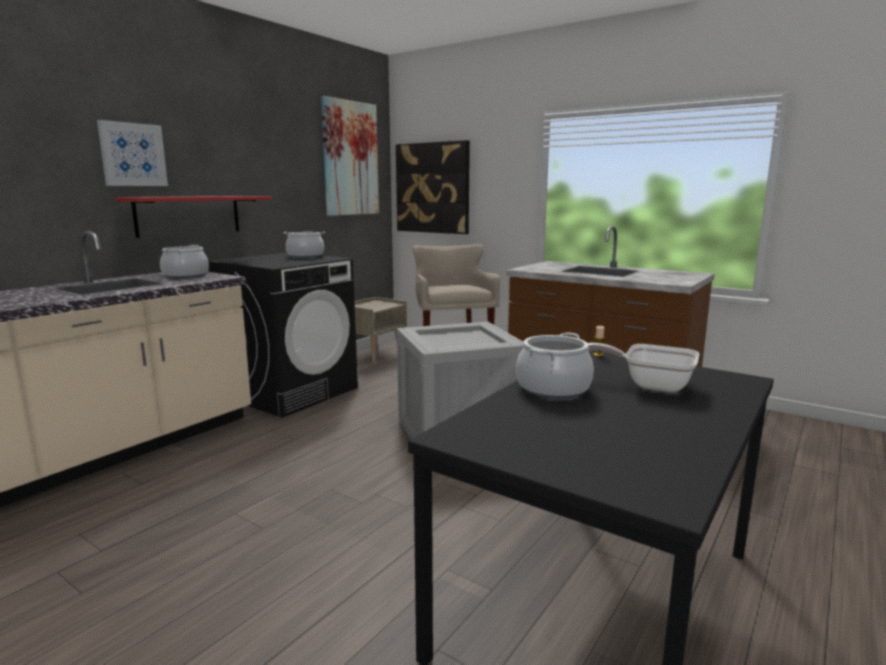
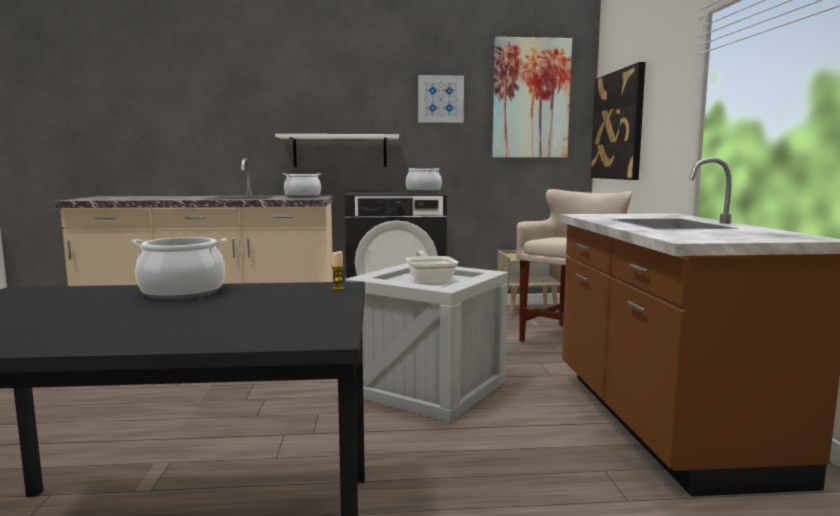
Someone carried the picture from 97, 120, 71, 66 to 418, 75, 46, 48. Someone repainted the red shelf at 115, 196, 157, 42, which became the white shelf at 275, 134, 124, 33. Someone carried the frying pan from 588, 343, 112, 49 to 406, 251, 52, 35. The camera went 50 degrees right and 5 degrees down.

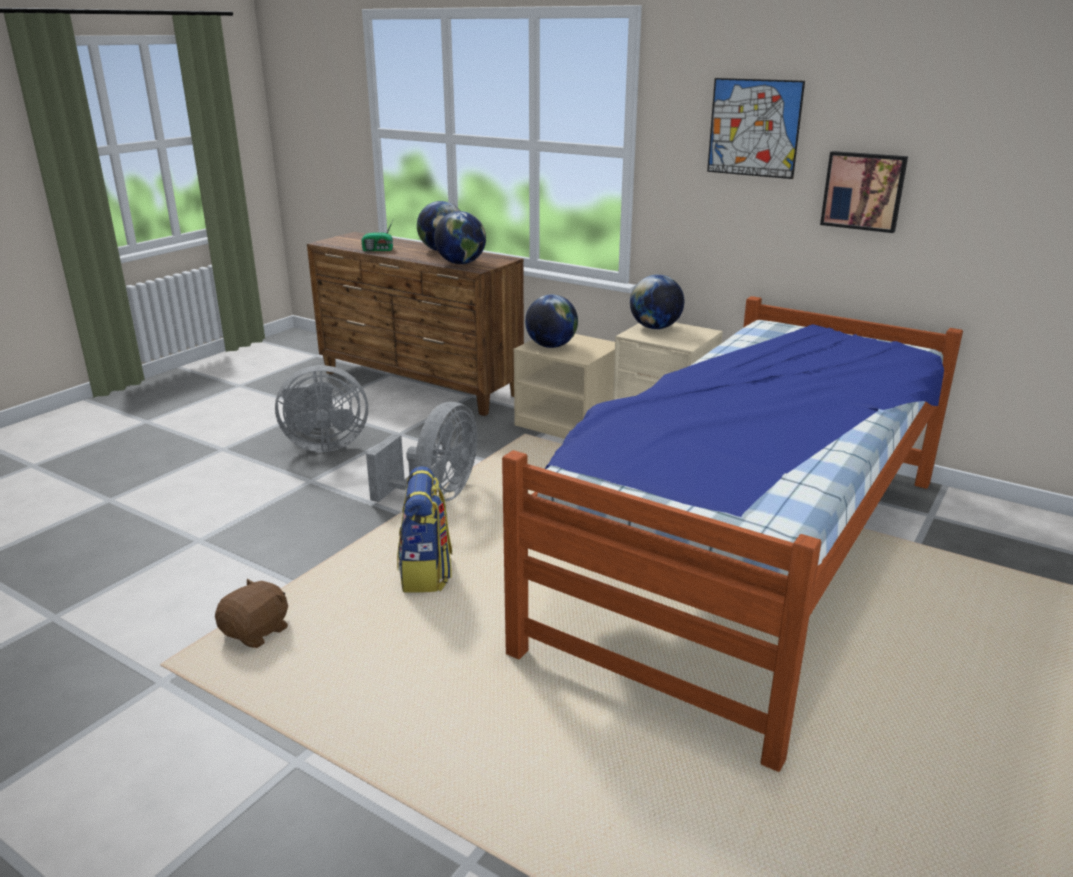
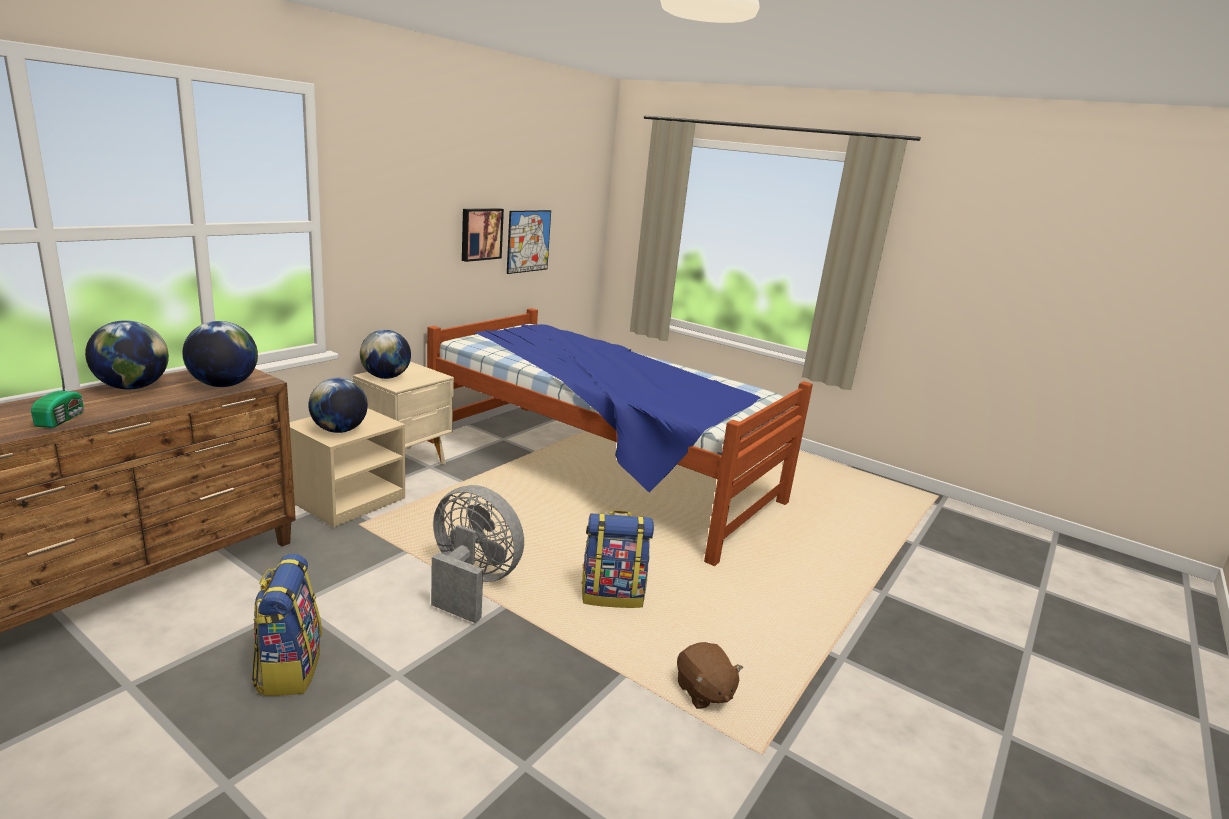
Someone carried the picture from 707, 78, 98, 101 to 507, 210, 44, 64. Someone swapped the grey fan at 275, 365, 93, 87 for the backpack at 251, 554, 71, 142. Someone rotated the brown plush toy at 215, 579, 73, 69 by 150 degrees counterclockwise. The camera went 90 degrees left and 5 degrees down.

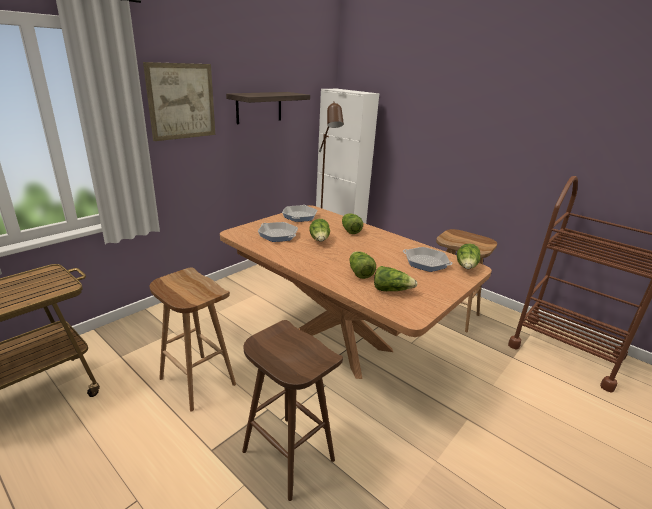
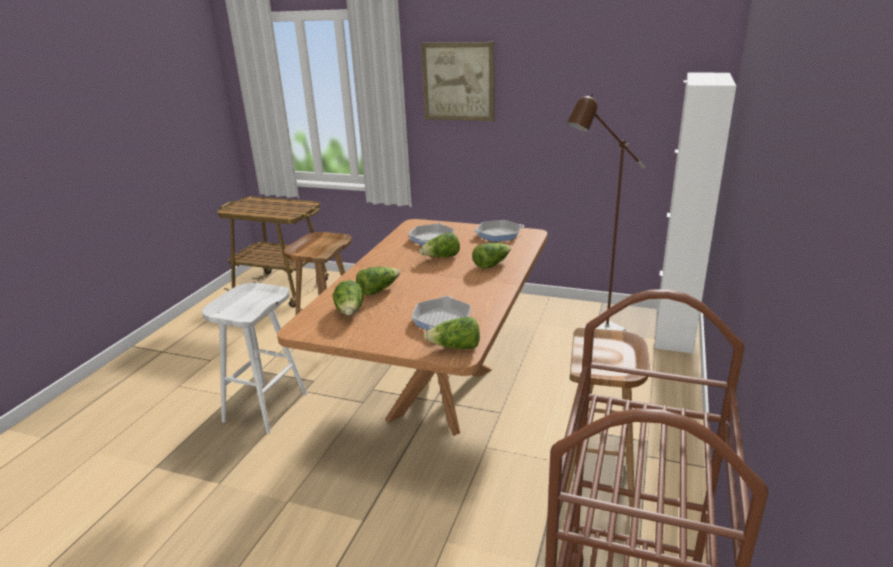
Someone took away the shelf at 226, 92, 84, 32. Someone repainted the brown stool at 242, 320, 101, 181, which became the white stool at 202, 283, 105, 151. The camera went 70 degrees right and 0 degrees up.

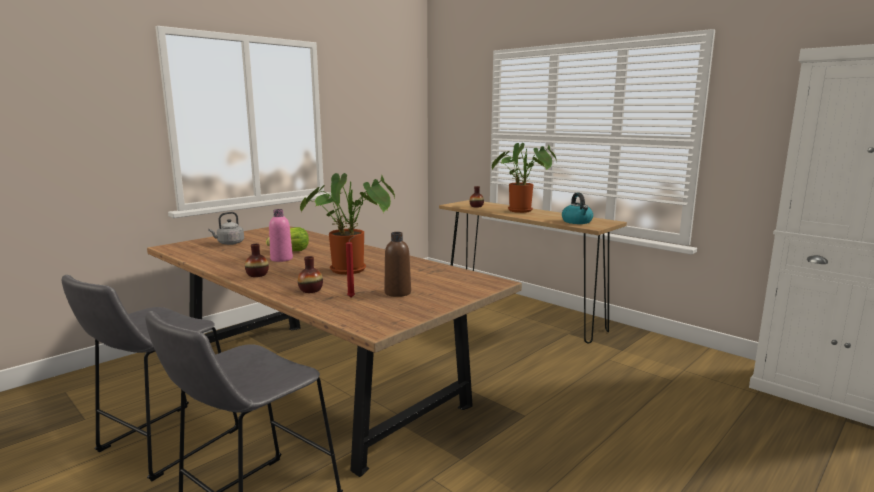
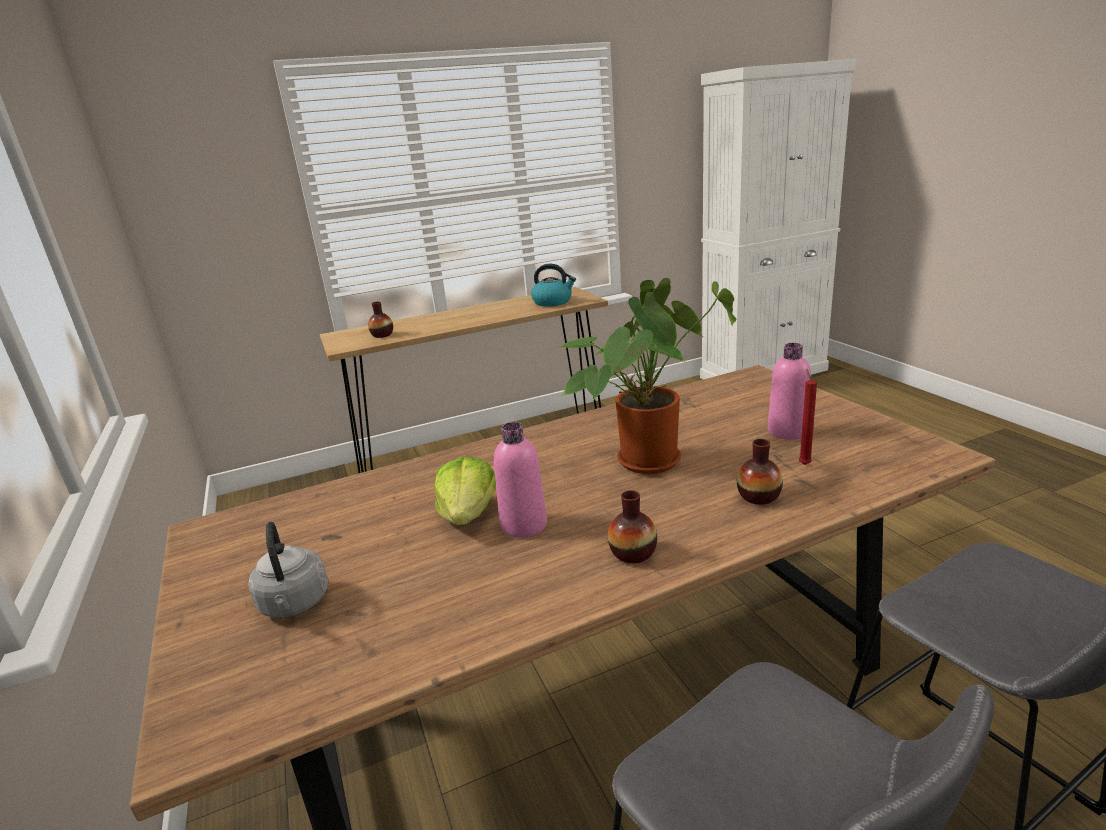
Someone took away the potted plant at 492, 143, 65, 70. Someone repainted the brown bottle at 384, 232, 27, 65, which became the pink bottle at 768, 343, 43, 97. The camera went 65 degrees left and 10 degrees up.

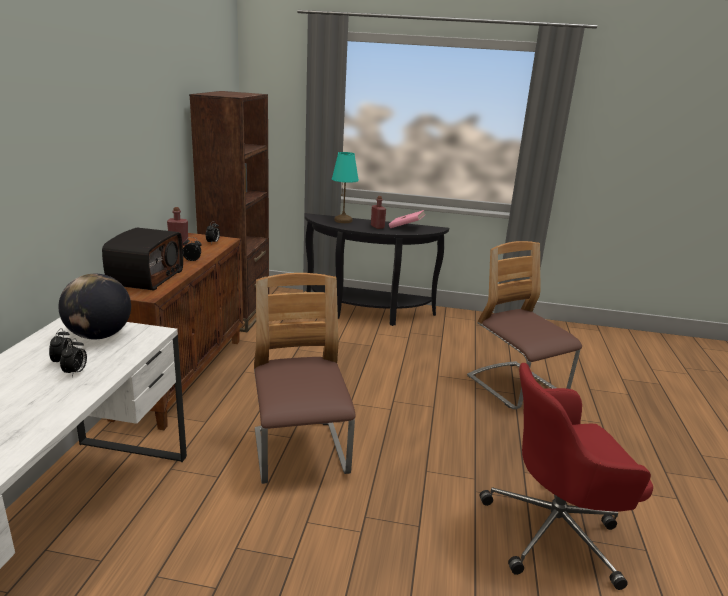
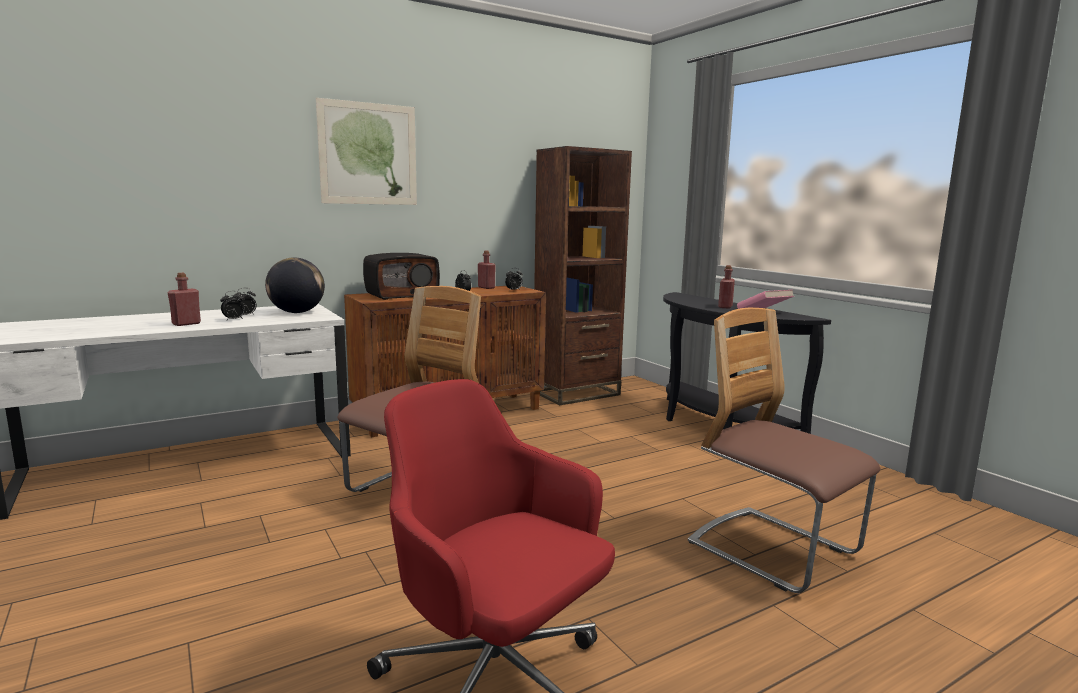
Someone took away the turquoise table lamp at 332, 152, 27, 71. Someone rotated the chair at 467, 241, 115, 168 by 60 degrees counterclockwise. Someone put up the picture at 316, 98, 101, 107. Someone put down the red bottle at 168, 273, 33, 53. The camera went 50 degrees right and 10 degrees down.

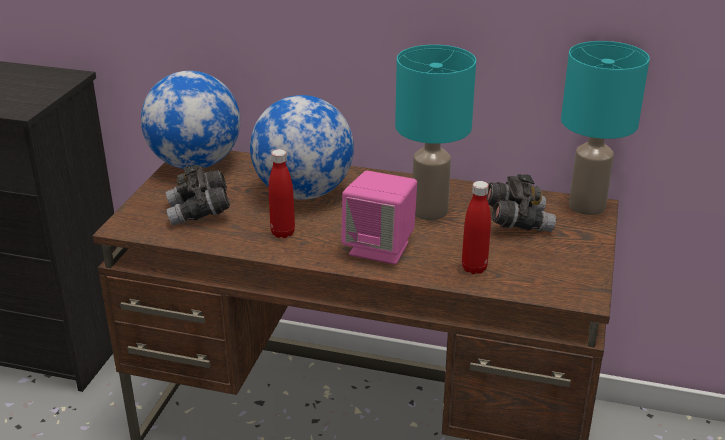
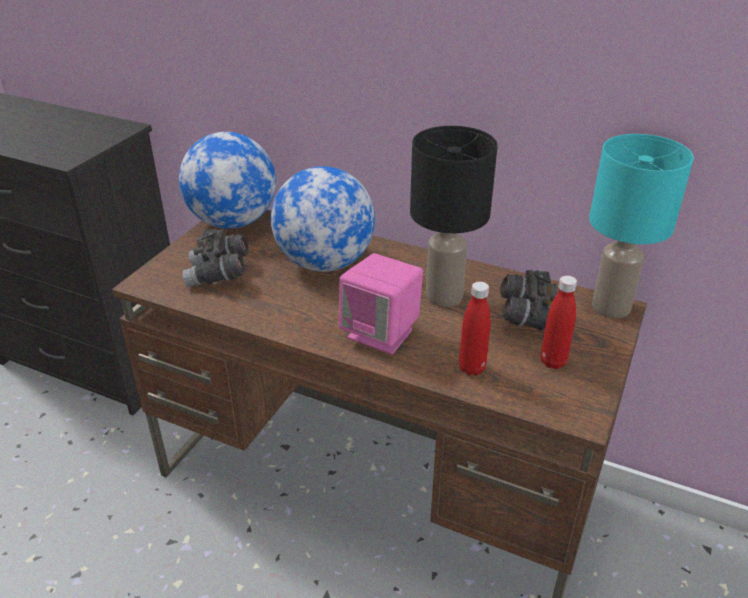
Someone repainted the turquoise table lamp at 395, 45, 81, 175, which became the black table lamp at 410, 126, 88, 181. Someone carried the red bottle from 268, 149, 27, 89 to 541, 276, 36, 93. The camera went 10 degrees right and 5 degrees up.

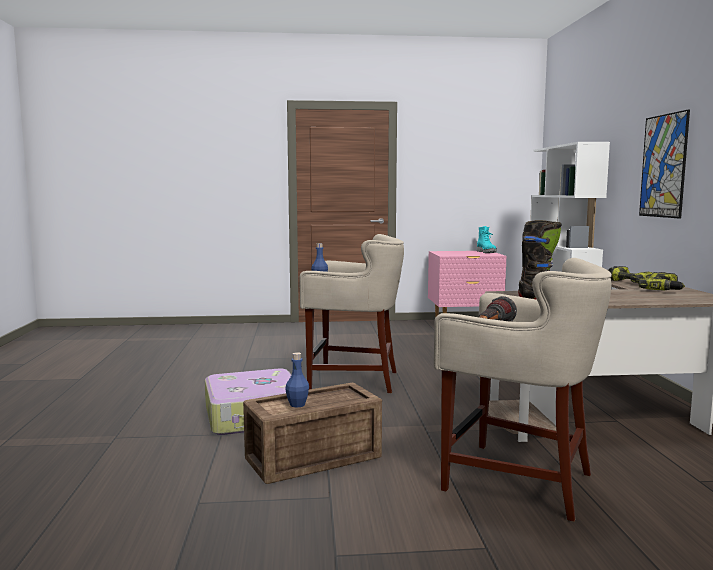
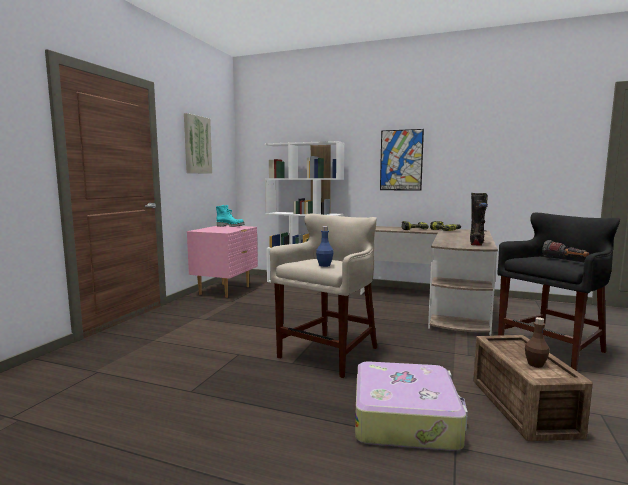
Someone repainted the beige stool at 434, 258, 178, 264, which became the black stool at 498, 213, 122, 158. Someone repainted the blue bottle at 285, 352, 24, 55, which became the brown bottle at 525, 317, 25, 51. Someone put up the picture at 184, 113, 28, 61. The camera went 65 degrees left and 0 degrees up.

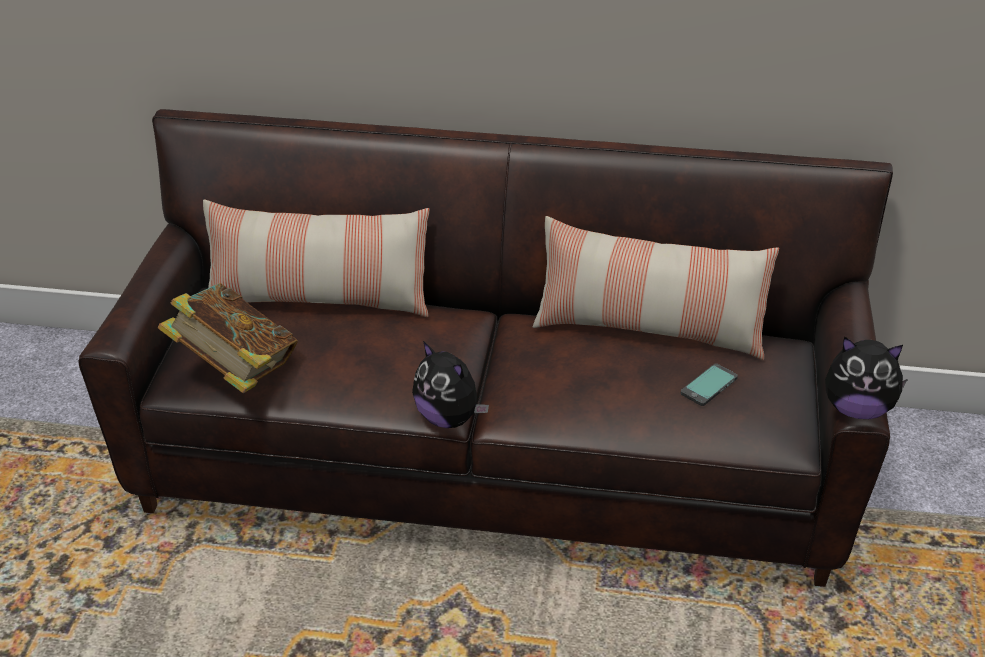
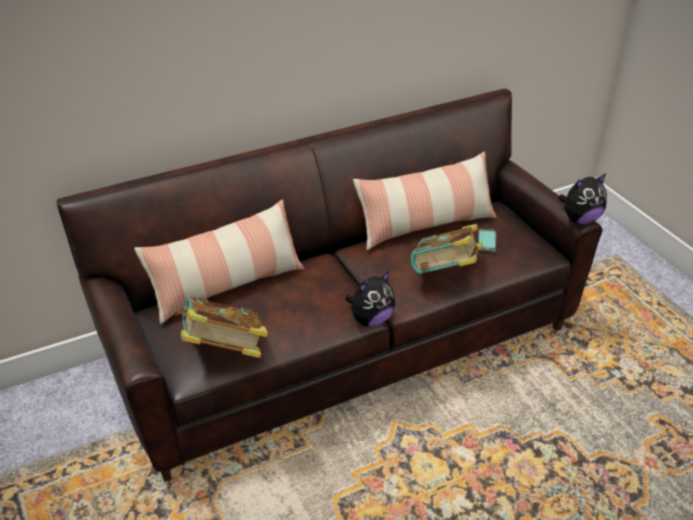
Someone rotated the plush toy at 412, 341, 77, 87 by 45 degrees counterclockwise. Someone put down the book at 411, 224, 72, 50. The camera went 35 degrees left and 0 degrees up.

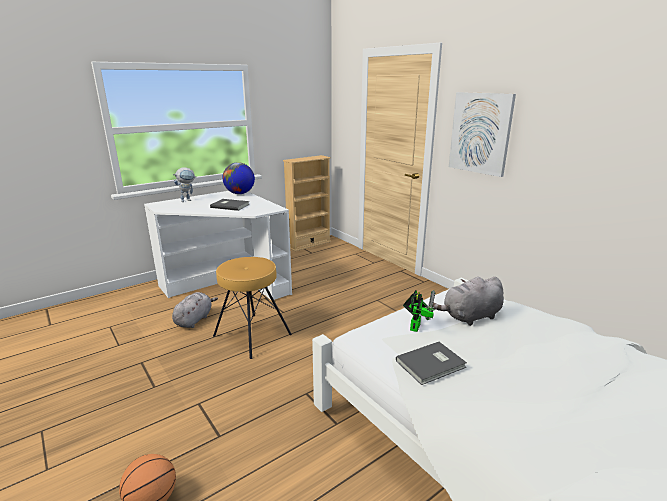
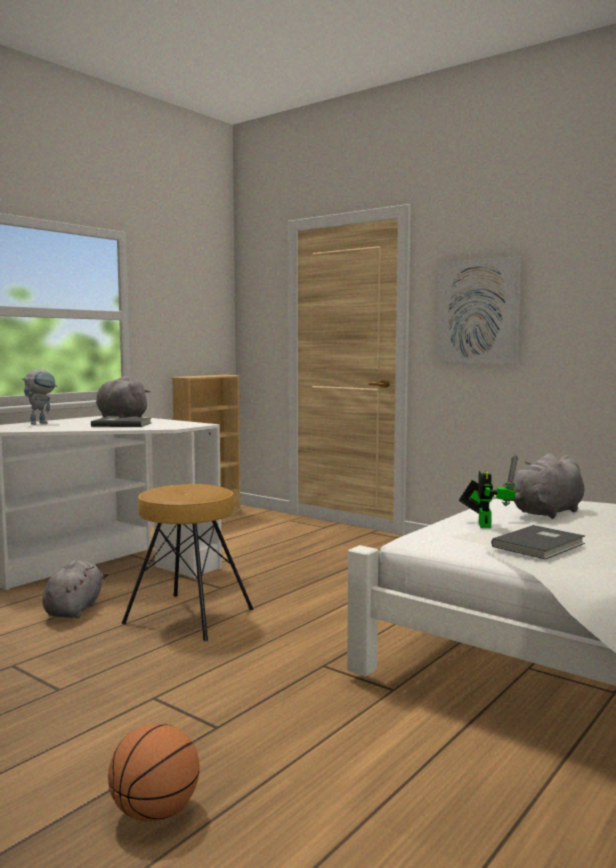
Someone swapped the globe at 222, 162, 33, 32 for the grey plush toy at 96, 376, 54, 42. The camera went 15 degrees left and 15 degrees down.

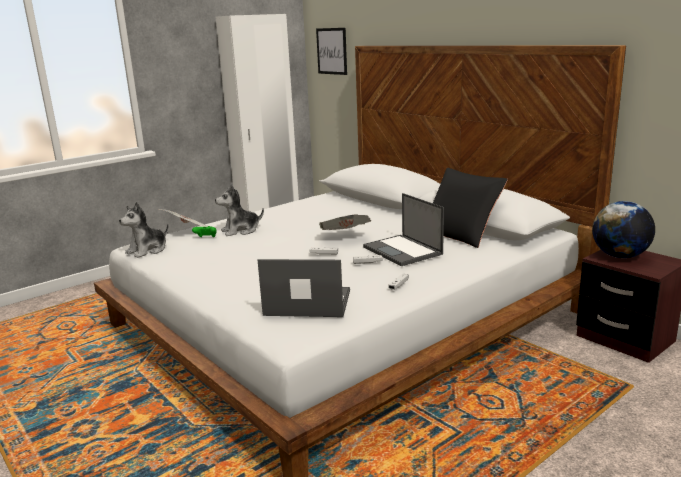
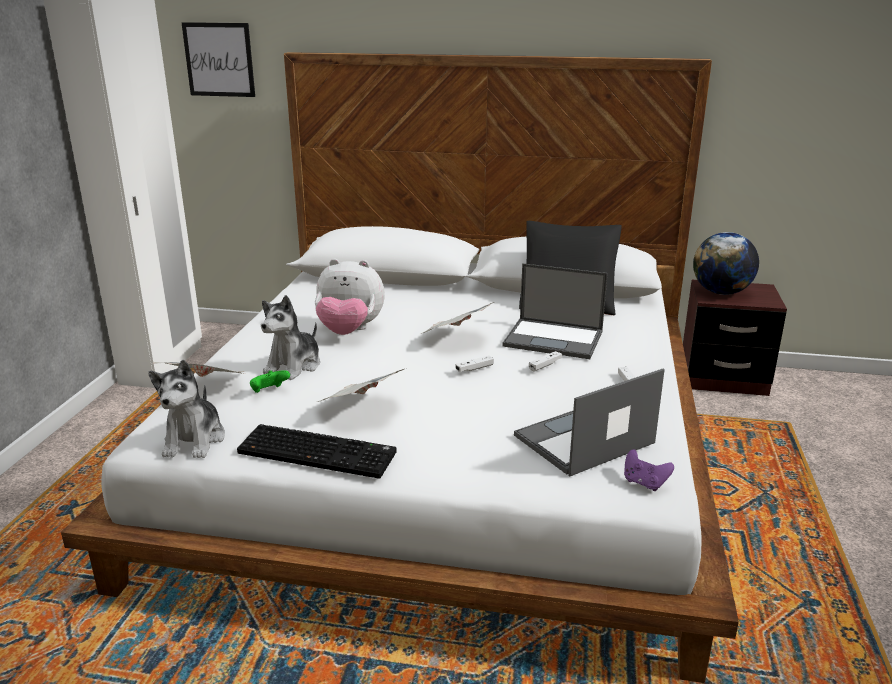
Someone put down the plush toy at 315, 259, 70, 76. Someone put down the newspaper at 318, 369, 85, 33. Someone put down the keyboard at 237, 424, 160, 55. Someone put down the purple game controller at 624, 449, 50, 42. The camera went 40 degrees left and 5 degrees up.

